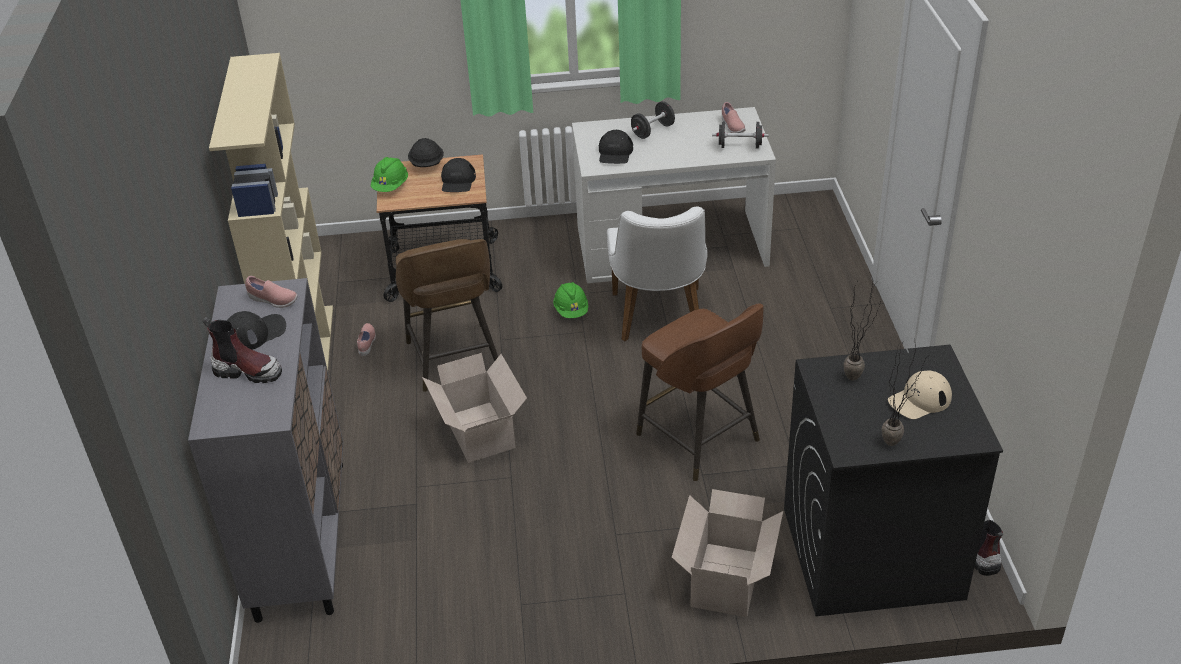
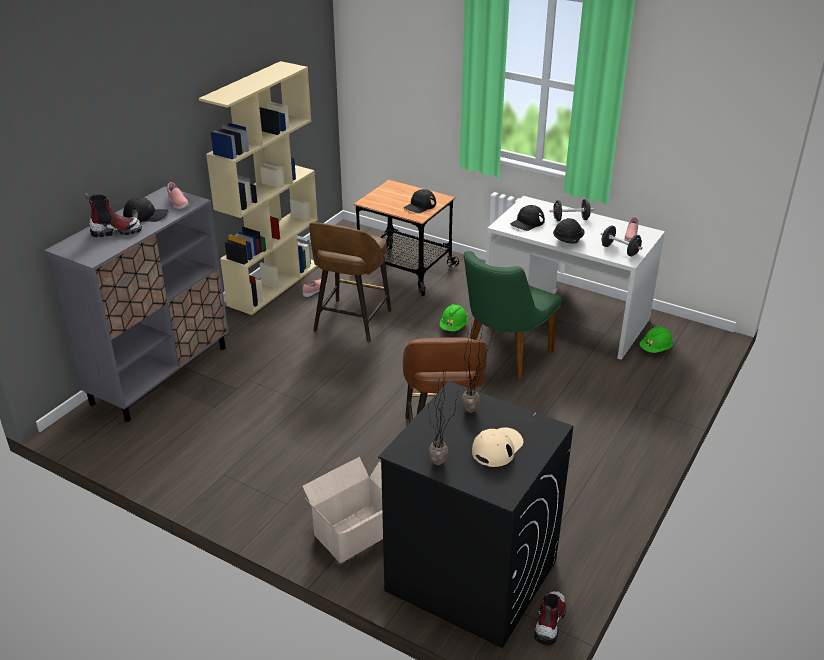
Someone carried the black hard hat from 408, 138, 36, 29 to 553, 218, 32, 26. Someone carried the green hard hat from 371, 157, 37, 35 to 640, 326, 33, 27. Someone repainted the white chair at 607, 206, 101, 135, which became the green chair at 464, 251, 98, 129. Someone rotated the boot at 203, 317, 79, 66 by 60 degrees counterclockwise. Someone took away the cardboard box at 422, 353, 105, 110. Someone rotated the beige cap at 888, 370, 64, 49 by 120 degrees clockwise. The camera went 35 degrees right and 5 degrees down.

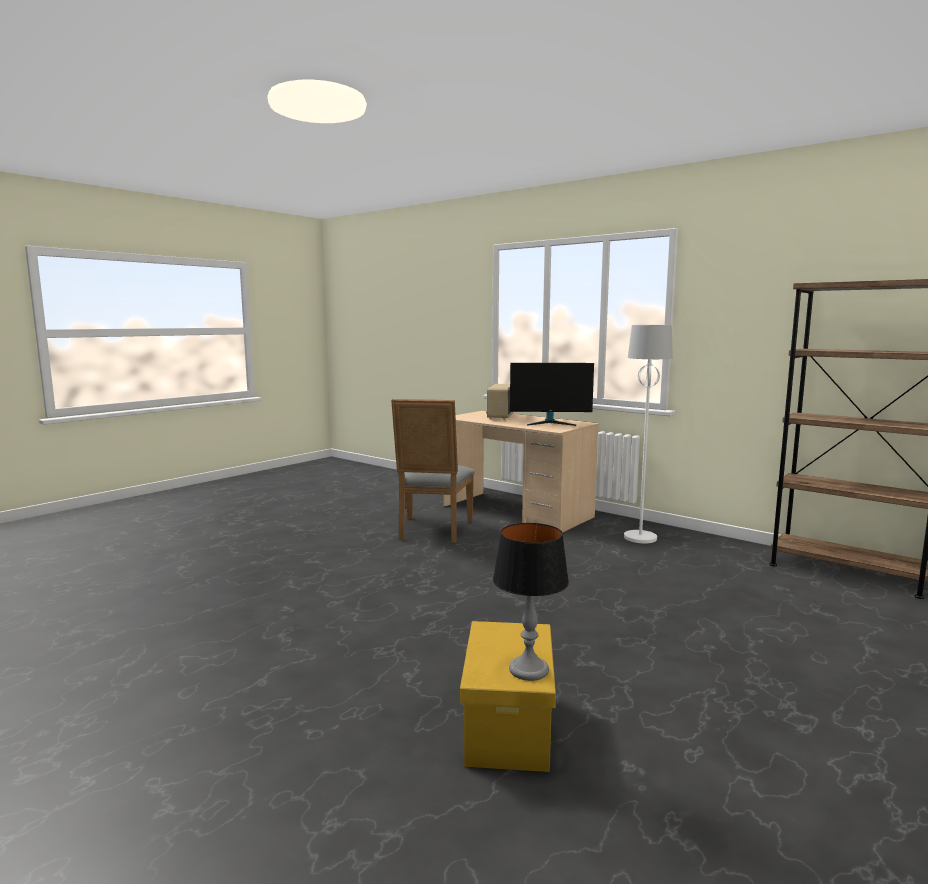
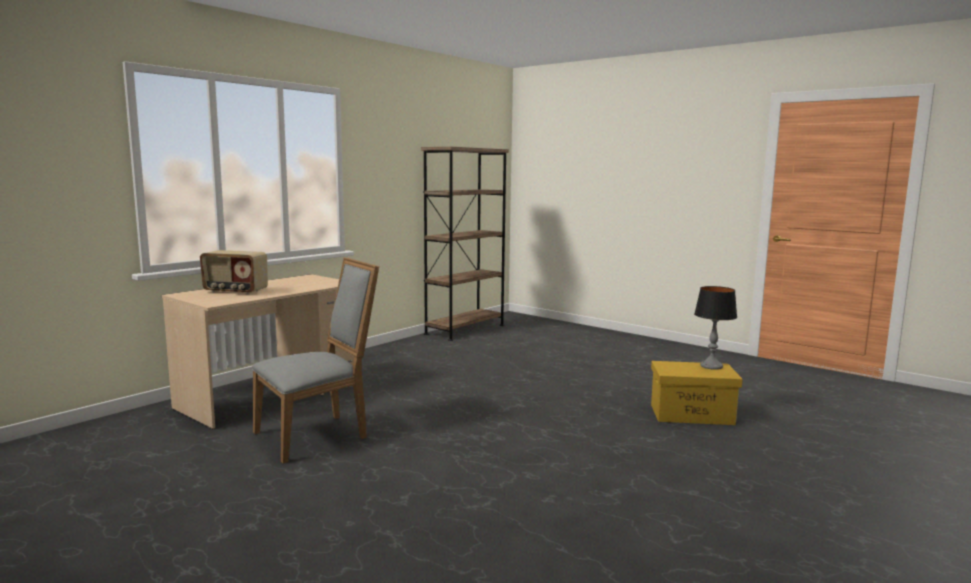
Someone took away the white floor lamp at 624, 325, 49, 218. Someone took away the monitor at 510, 363, 84, 63. Someone rotated the grey chair at 391, 399, 84, 144 by 45 degrees counterclockwise. The camera went 90 degrees left and 0 degrees up.

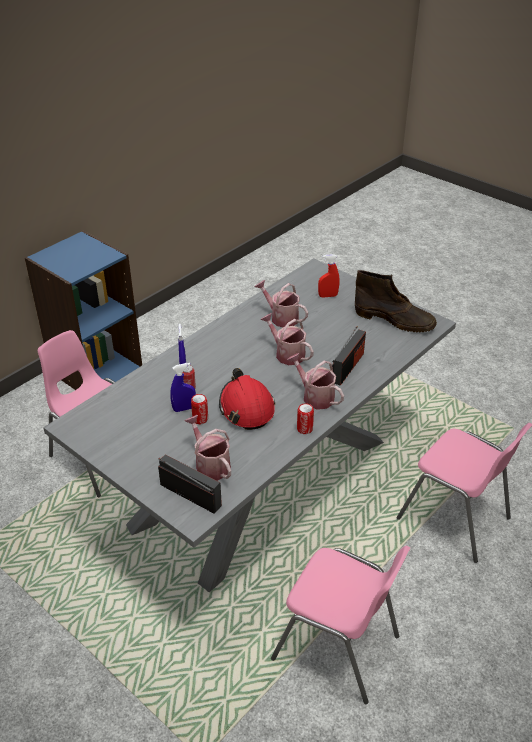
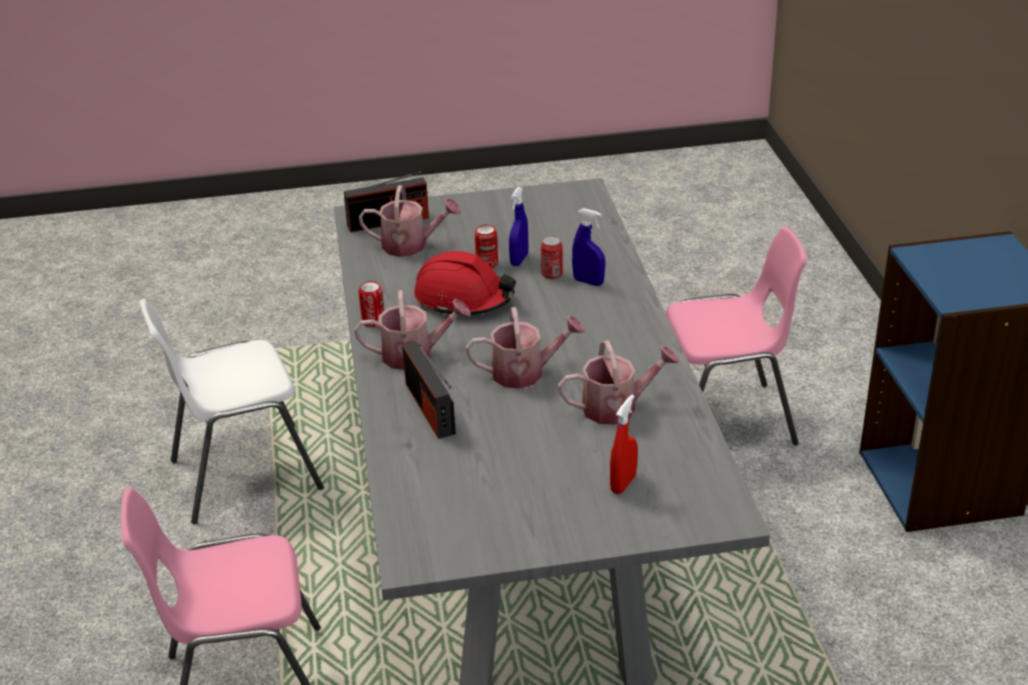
Someone took away the brown boot at 355, 270, 82, 63. Someone repainted the pink chair at 271, 546, 139, 158, which became the white chair at 139, 299, 185, 225. The camera went 130 degrees right and 5 degrees down.

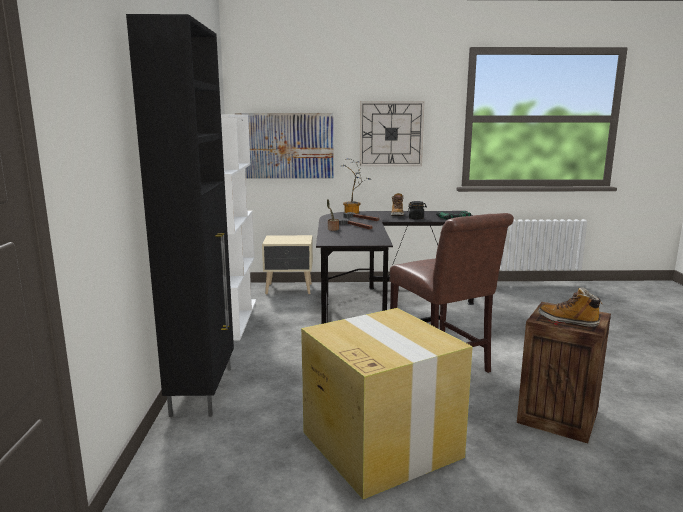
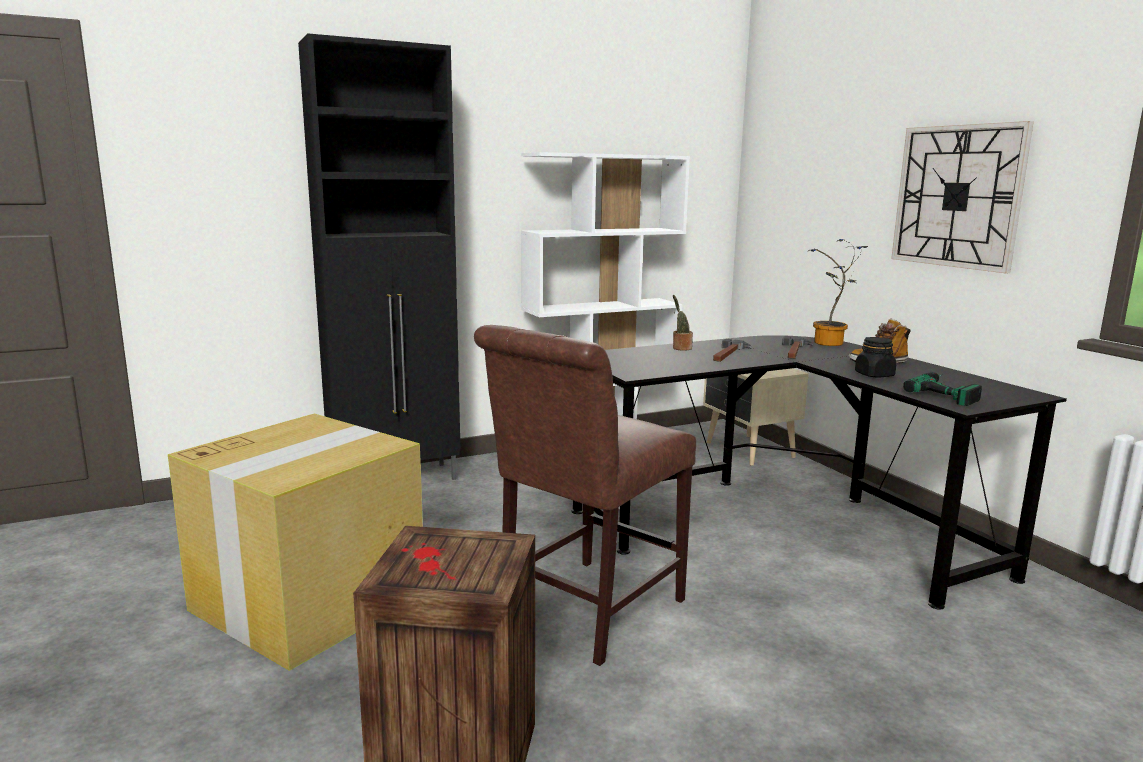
Someone took away the picture at 235, 113, 99, 66. Someone took away the boot at 538, 287, 65, 40. The camera went 65 degrees right and 0 degrees up.

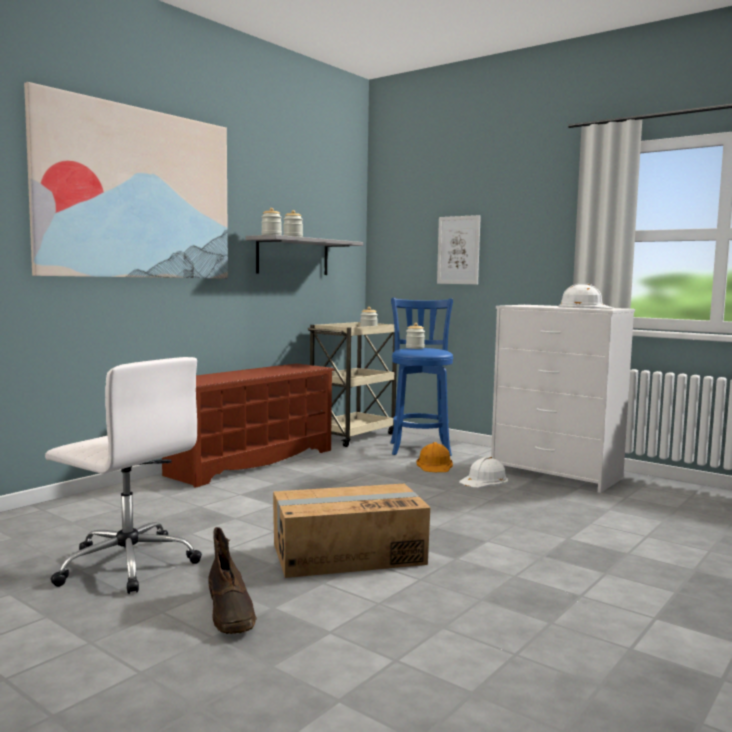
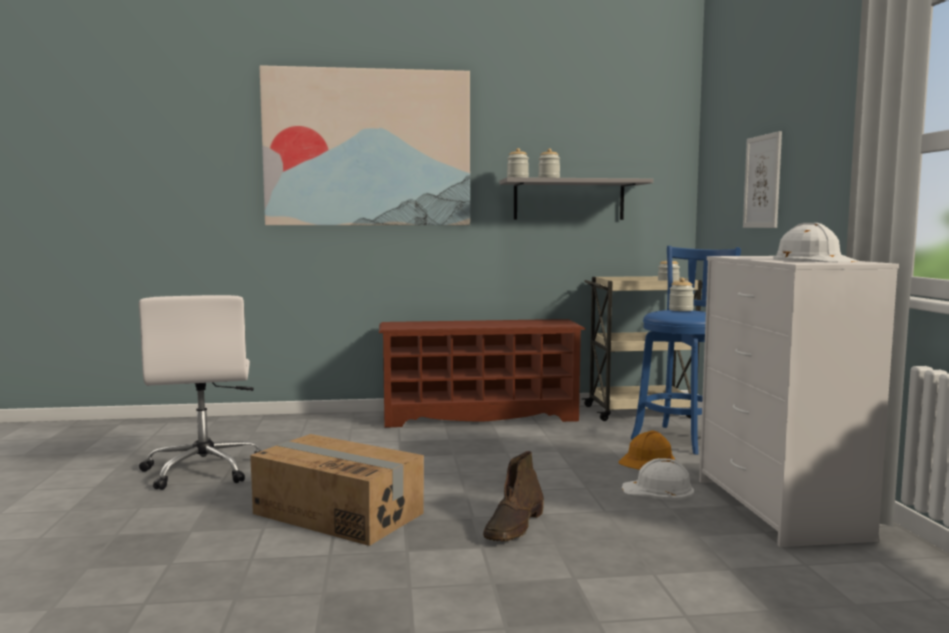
Someone carried the brown boot from 208, 527, 49, 107 to 483, 451, 61, 91. The camera went 45 degrees right and 0 degrees up.

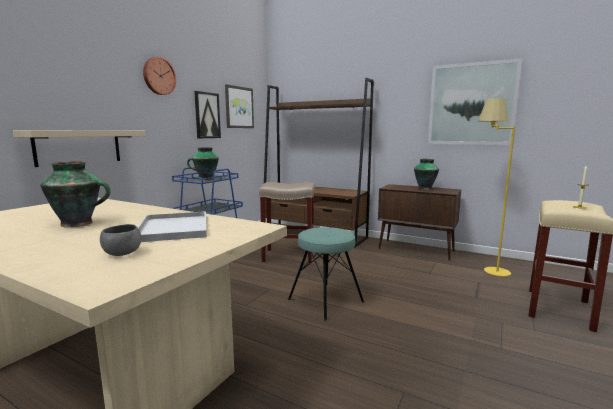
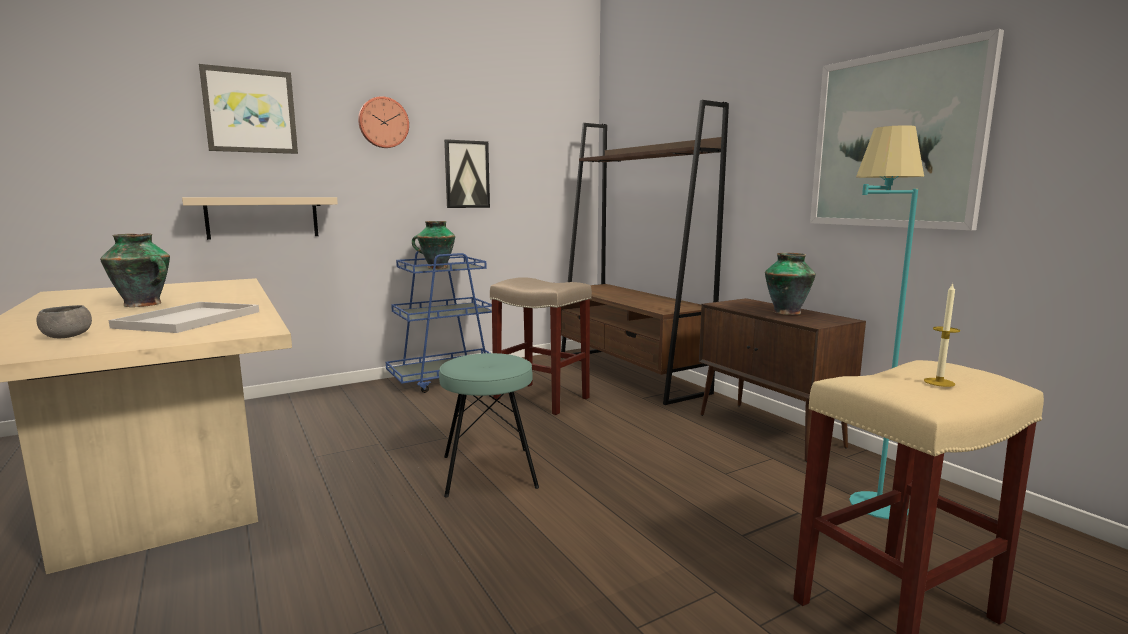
Someone carried the picture from 225, 84, 29, 44 to 199, 64, 99, 90. Someone repainted the yellow floor lamp at 478, 98, 37, 179, which became the turquoise floor lamp at 849, 125, 75, 394. The camera went 30 degrees right and 0 degrees up.

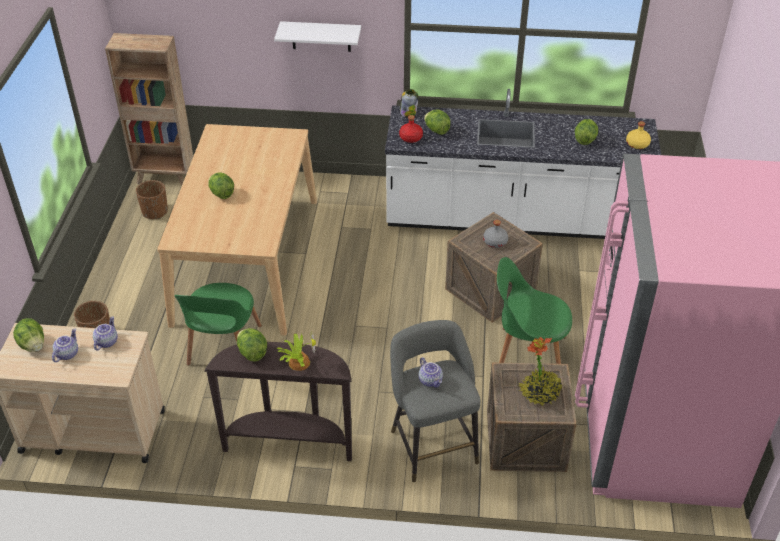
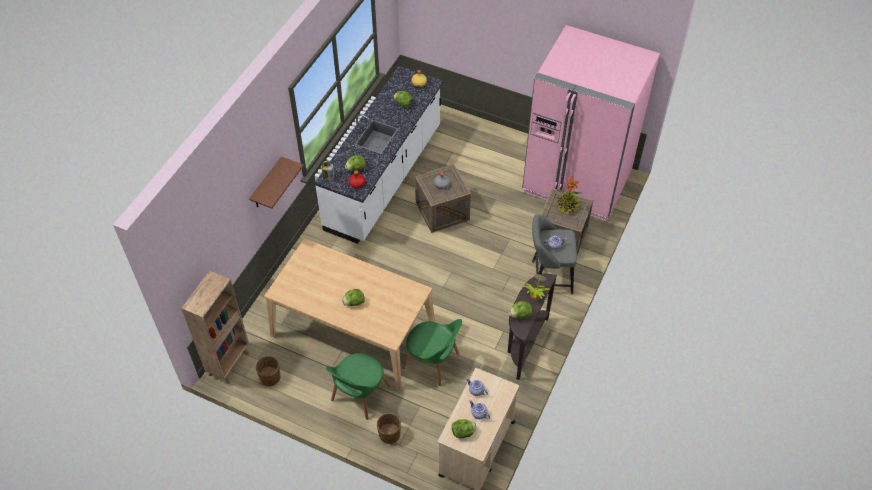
Someone repainted the white shelf at 274, 21, 87, 31, which became the brown shelf at 249, 157, 55, 52. Someone carried the green chair from 497, 257, 75, 107 to 326, 353, 64, 67. The camera went 70 degrees left and 10 degrees up.

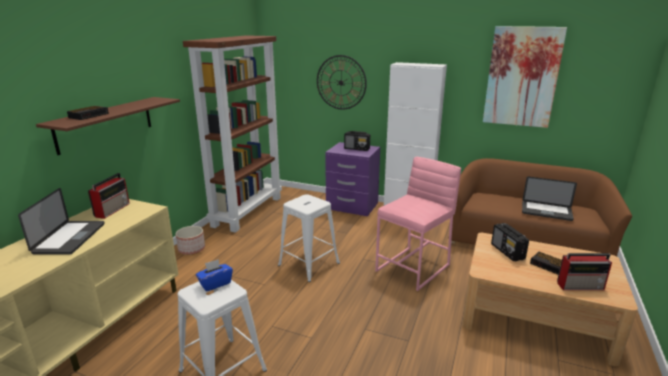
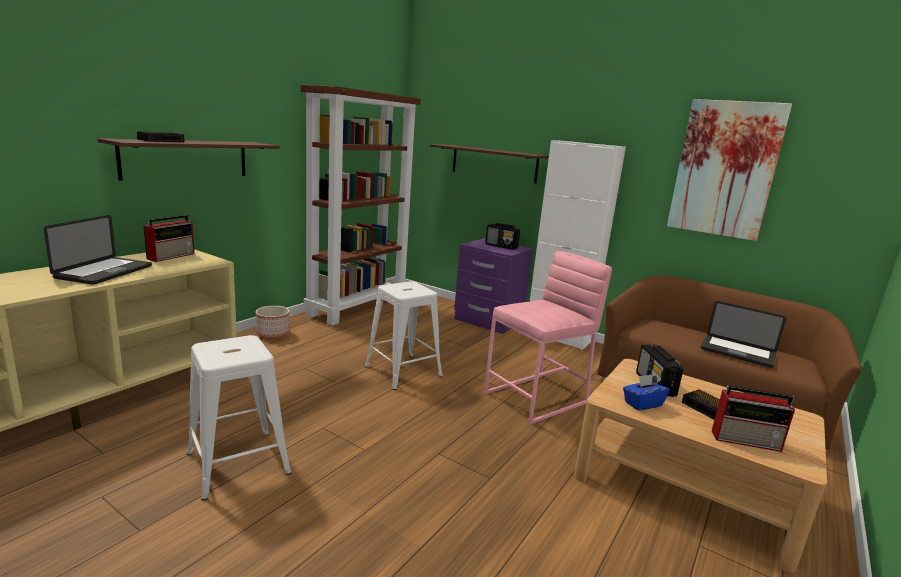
Someone swapped the wall clock at 317, 55, 50, 55 for the brown shelf at 430, 144, 119, 39. Someone carried the blue tissue box from 196, 259, 37, 33 to 623, 374, 47, 37. The camera went 10 degrees right and 5 degrees down.

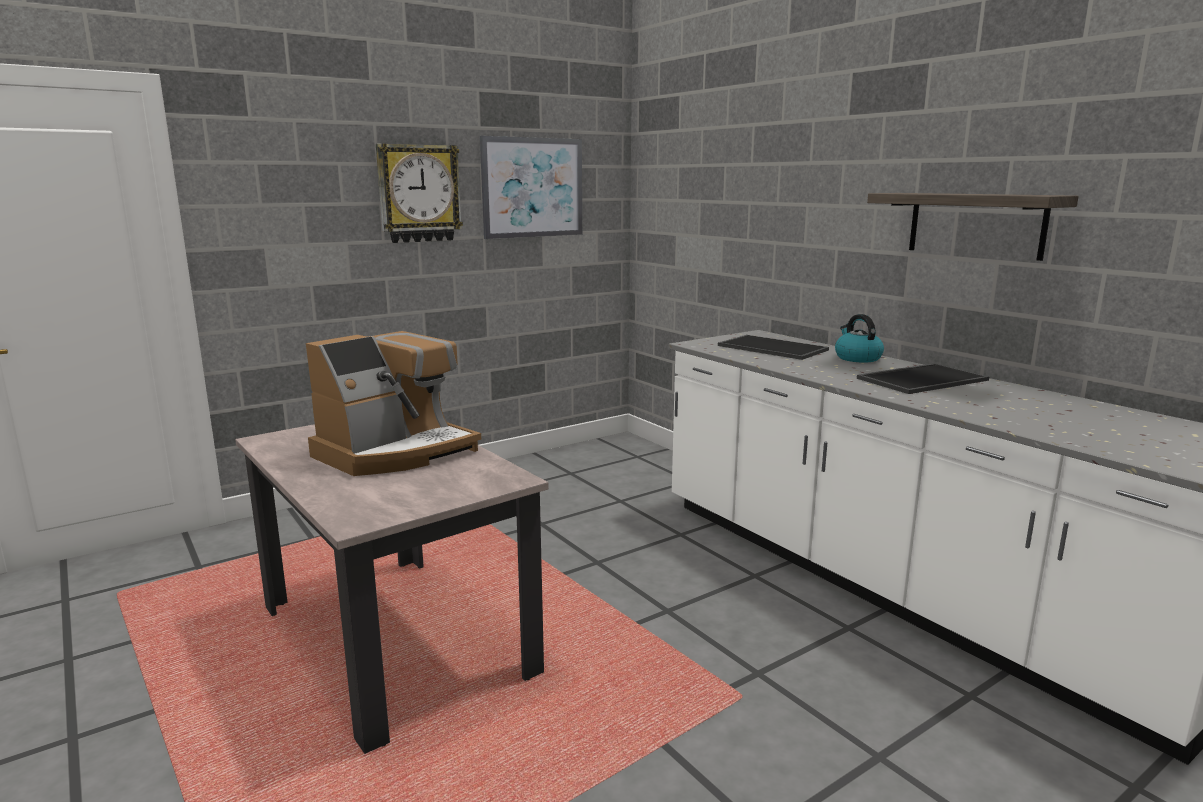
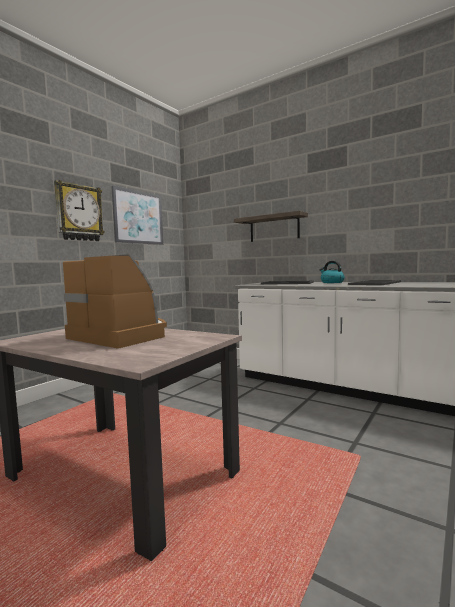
Someone carried the shelf from 867, 193, 212, 68 to 234, 211, 74, 31. Someone rotated the coffee machine at 306, 331, 175, 145 by 75 degrees counterclockwise. The camera went 20 degrees left and 10 degrees down.

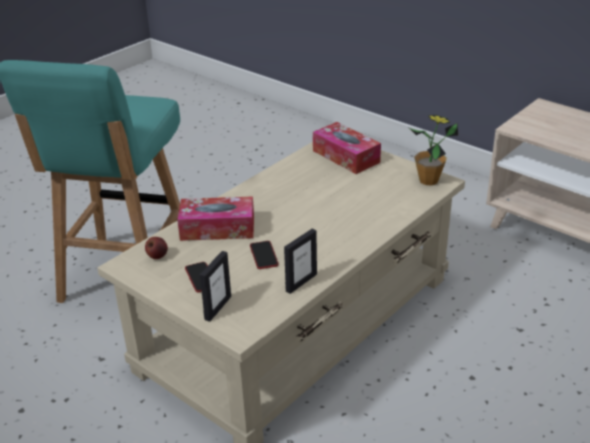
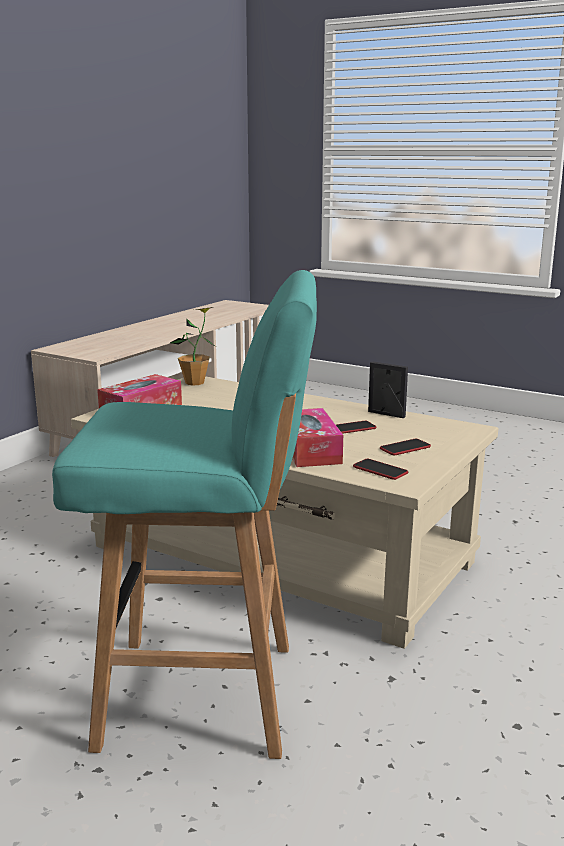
Someone swapped the apple at 145, 237, 23, 22 for the phone at 353, 459, 55, 21. Someone took away the picture frame at 200, 251, 31, 71. The camera went 100 degrees left and 15 degrees down.

